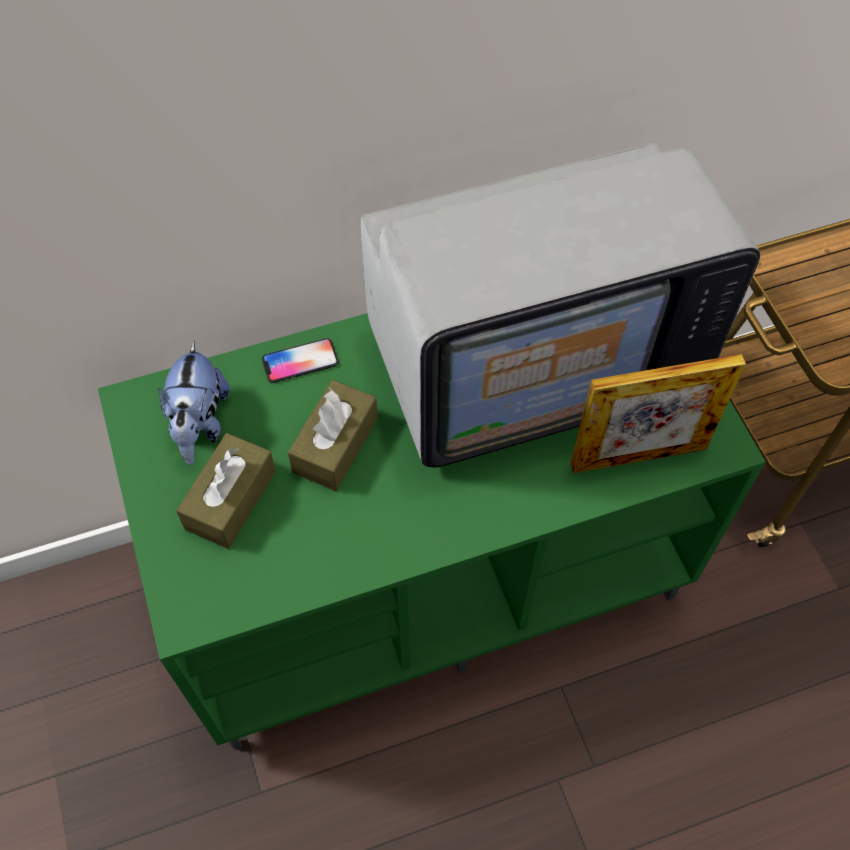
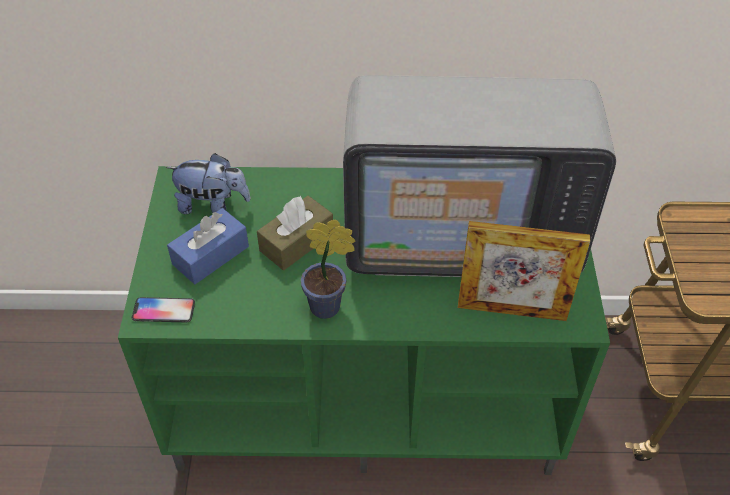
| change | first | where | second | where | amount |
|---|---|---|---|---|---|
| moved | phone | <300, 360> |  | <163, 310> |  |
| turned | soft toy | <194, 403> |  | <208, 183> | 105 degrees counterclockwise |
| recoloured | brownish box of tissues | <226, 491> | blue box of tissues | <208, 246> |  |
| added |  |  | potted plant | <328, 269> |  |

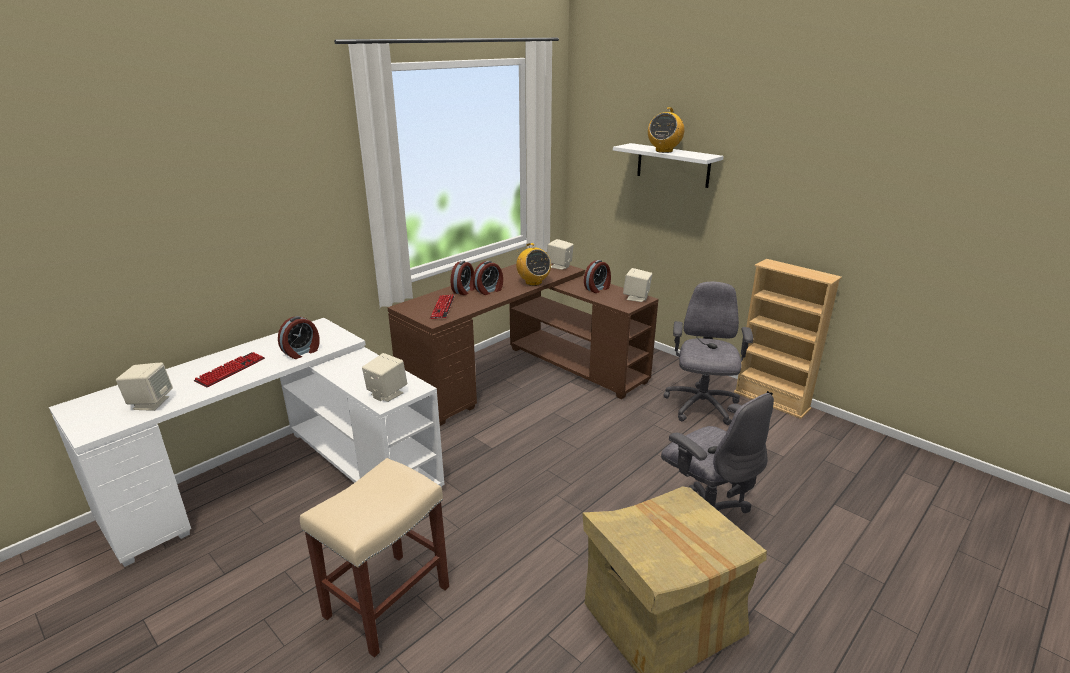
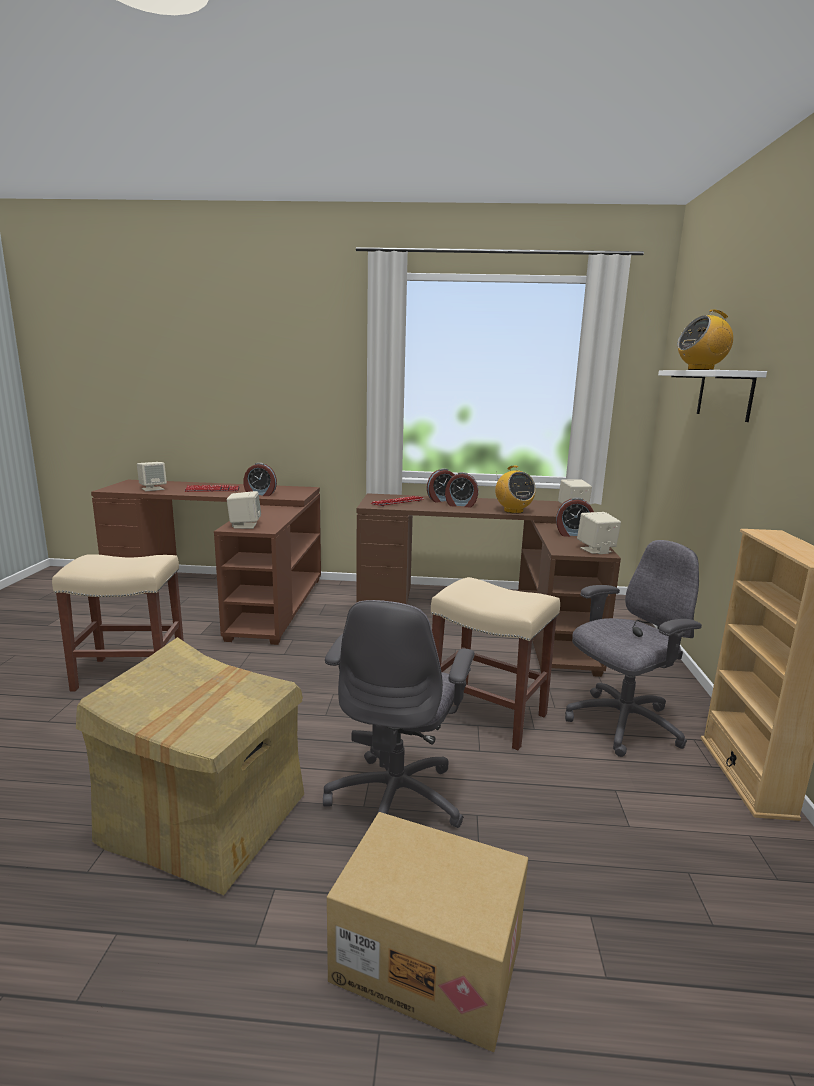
| change | first | where | second | where | amount |
|---|---|---|---|---|---|
| recoloured | white-coloured desk | <247, 442> | brownish desk | <206, 562> |  |
| added |  |  | cardboard box | <427, 932> |  |
| added |  |  | beige-coloured sitting stool | <495, 663> |  |
| turned | radio receiver | <533, 264> |  | <515, 490> | 45 degrees counterclockwise |

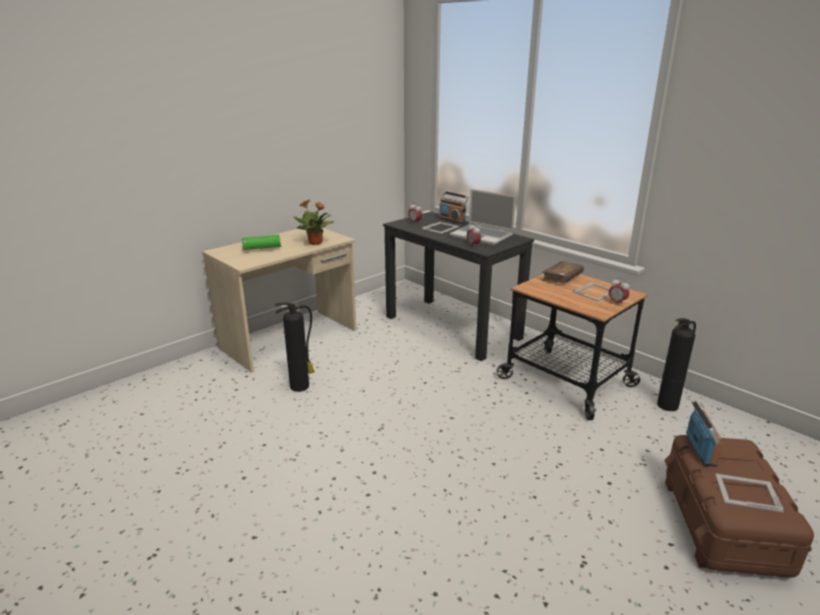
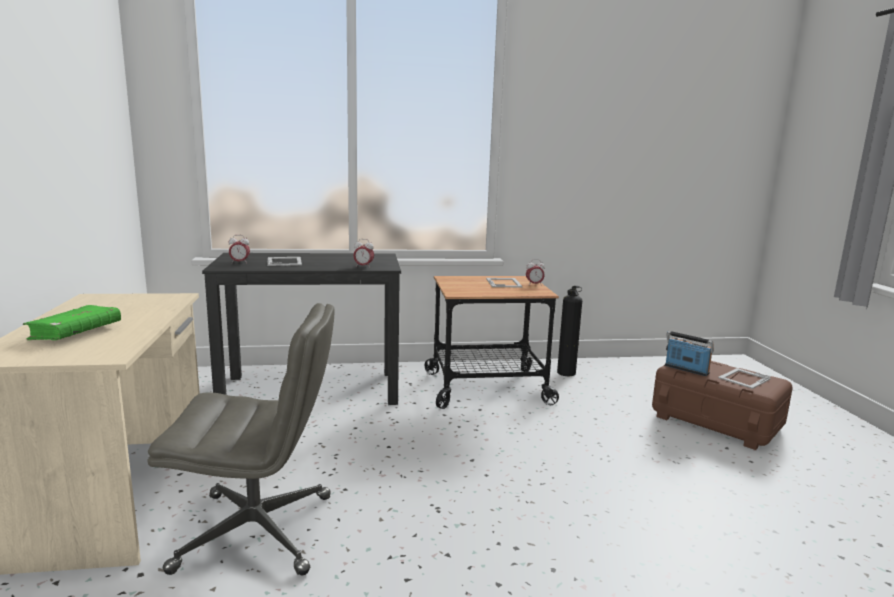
| change | first | where | second | where | amount |
|---|---|---|---|---|---|
| replaced | fire extinguisher | <294, 347> | grey computer chair | <241, 439> |  |
| removed | potted plant | <313, 222> |  |  |  |
| removed | radio receiver | <454, 207> |  |  |  |
| removed | portable computer | <483, 217> |  |  |  |
| removed | brownish bound book | <562, 272> |  |  |  |

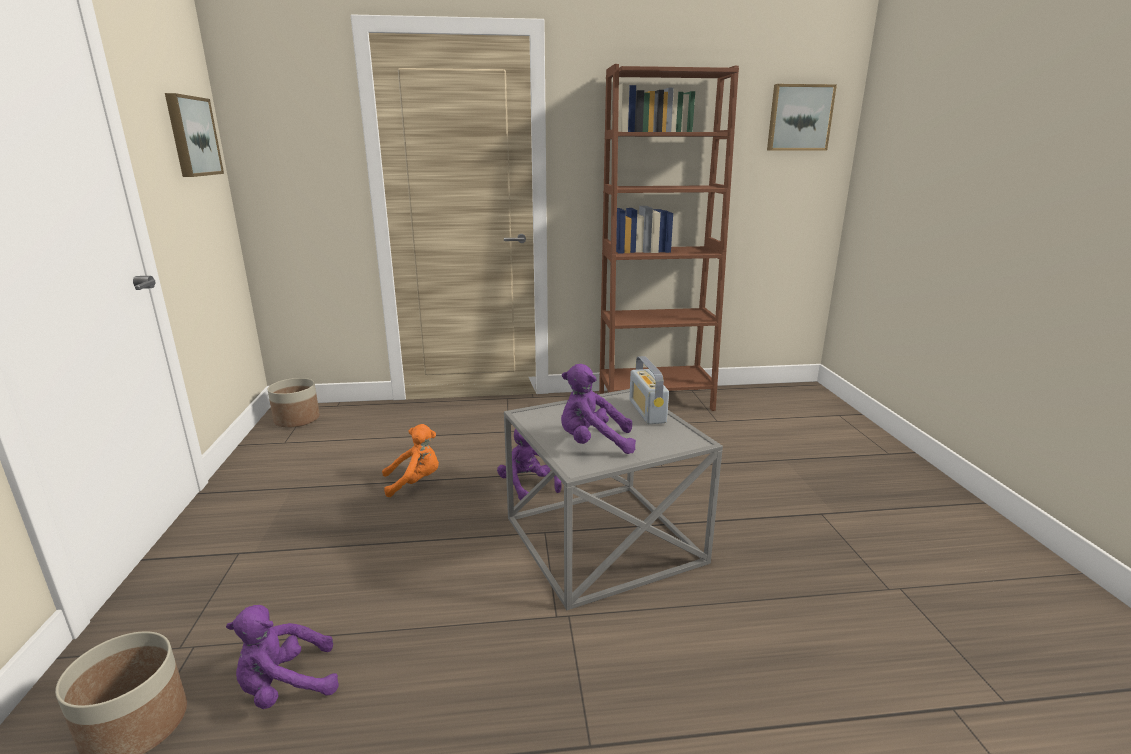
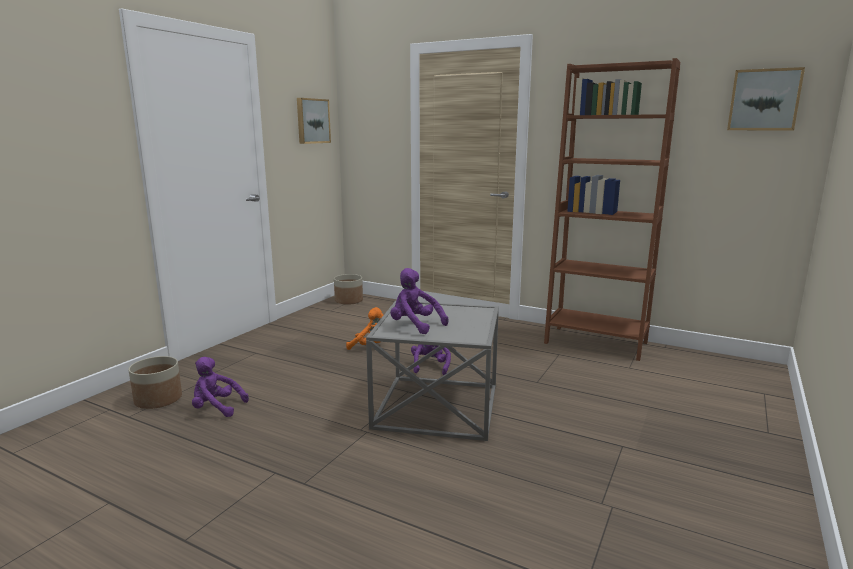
| change | first | where | second | where | amount |
|---|---|---|---|---|---|
| removed | radio receiver | <649, 390> |  |  |  |

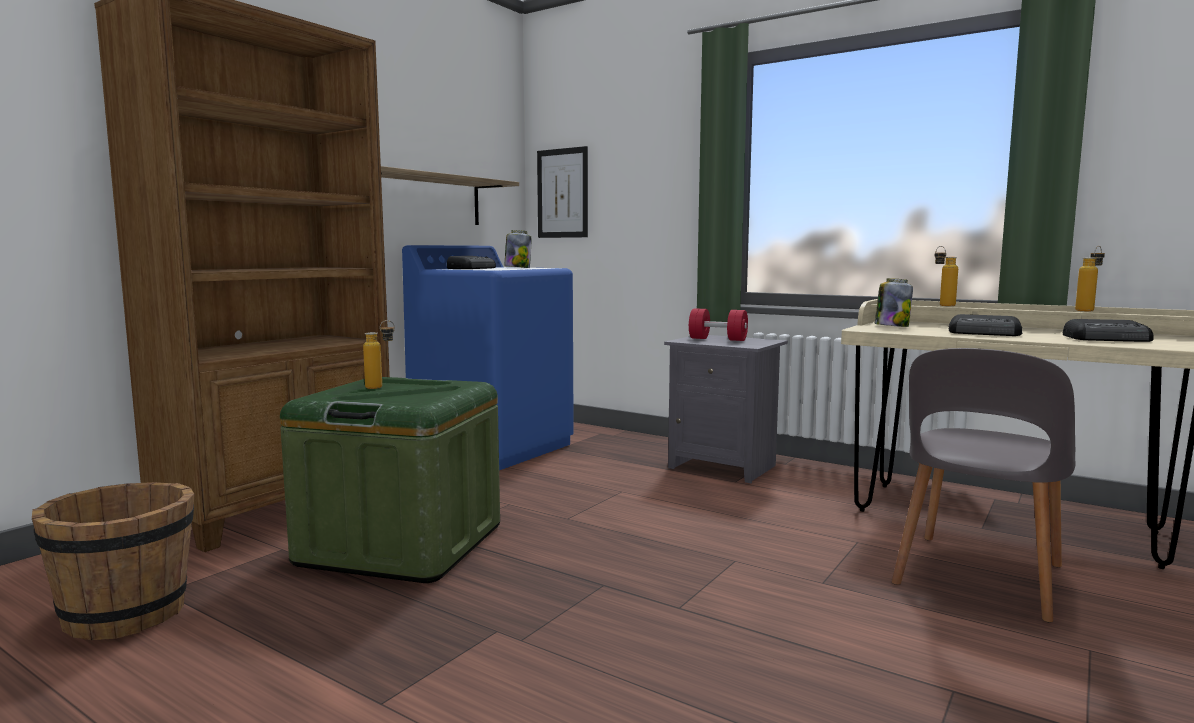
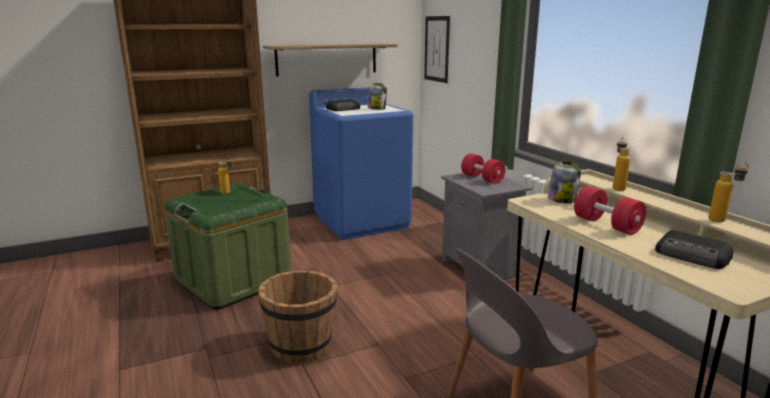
| change | first | where | second | where | amount |
|---|---|---|---|---|---|
| moved | brownish water bucket | <113, 561> |  | <297, 317> |  |
| replaced | radio receiver | <986, 325> | reddish hand weight | <610, 210> |  |

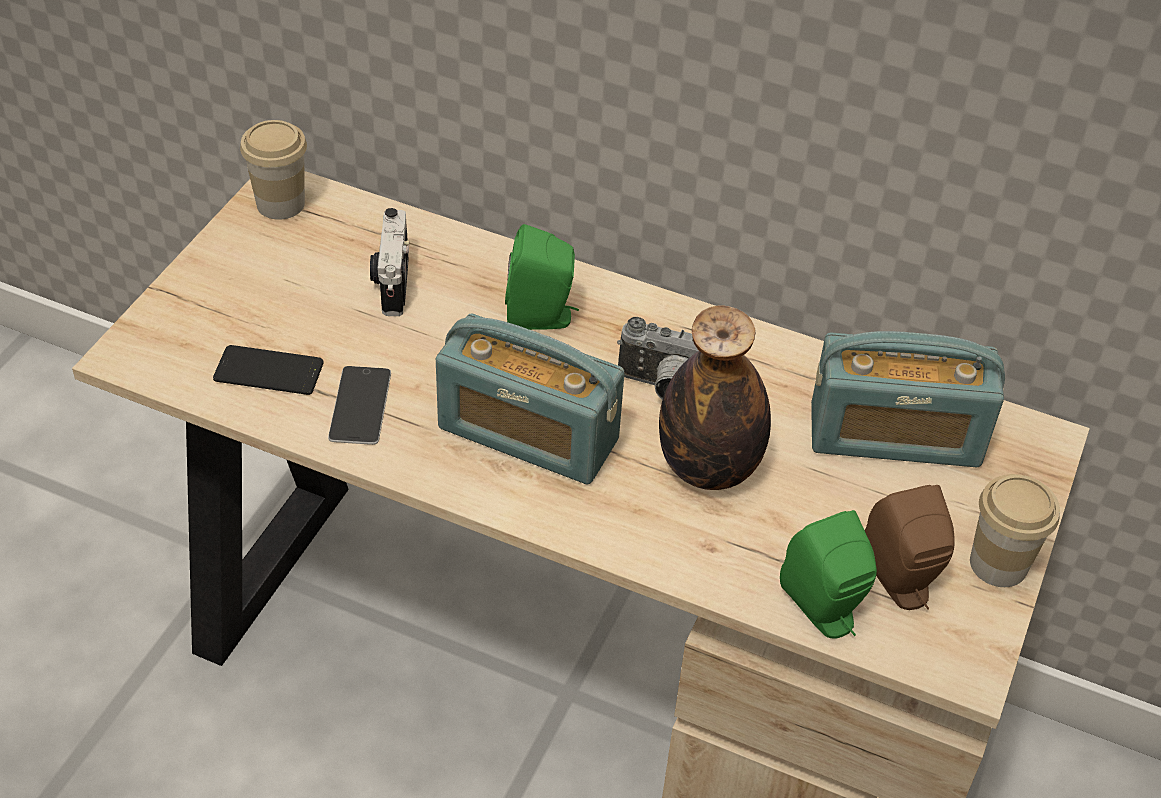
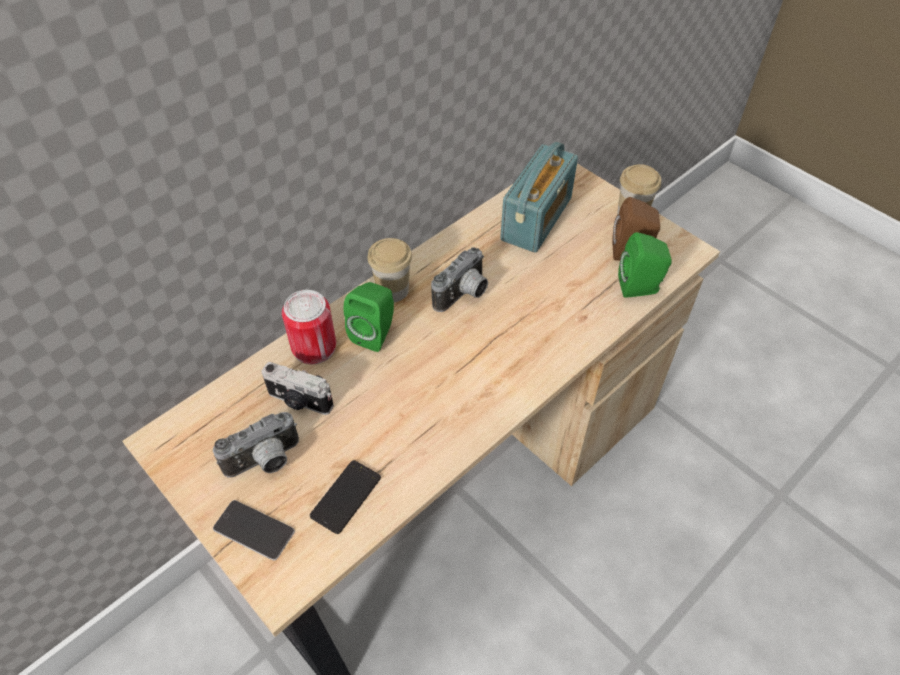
| change | first | where | second | where | amount |
|---|---|---|---|---|---|
| added |  |  | still camera | <256, 444> |  |
| moved | phone | <359, 405> |  | <254, 530> |  |
| added |  |  | can | <309, 327> |  |
| moved | drinking cup | <273, 170> |  | <390, 270> |  |
| removed | radio receiver | <530, 399> |  |  |  |
| removed | bottle | <715, 397> |  |  |  |

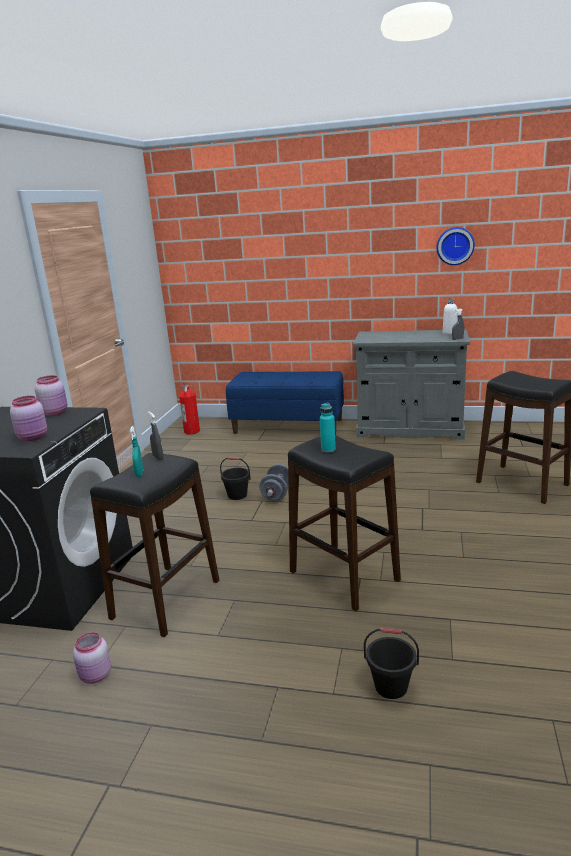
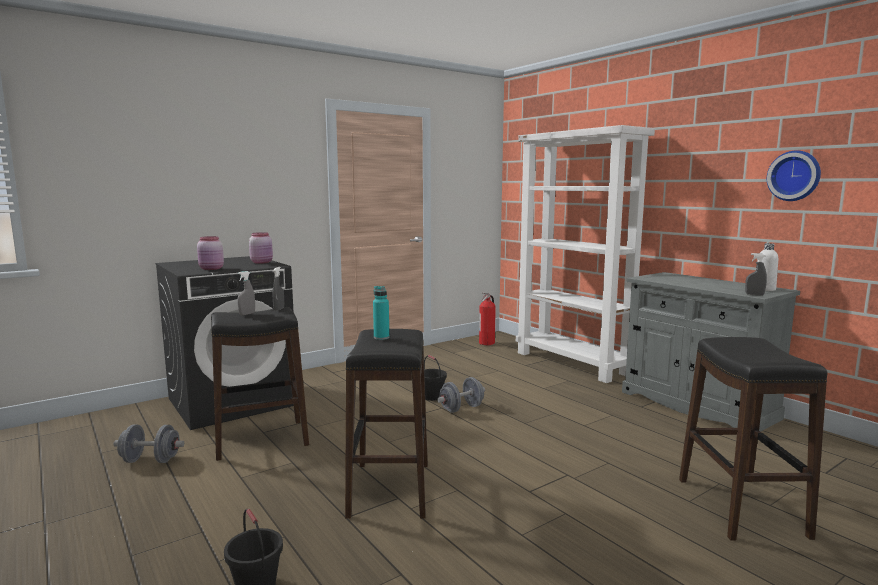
| change | first | where | second | where | amount |
|---|---|---|---|---|---|
| replaced | pink-coloured jar | <92, 658> | grey hand weight | <149, 443> |  |
| recoloured | turquoise hand sprayer | <136, 451> | grey hand sprayer | <246, 293> |  |
| replaced | blue bench | <285, 403> | white-coloured shelving unit | <585, 254> |  |

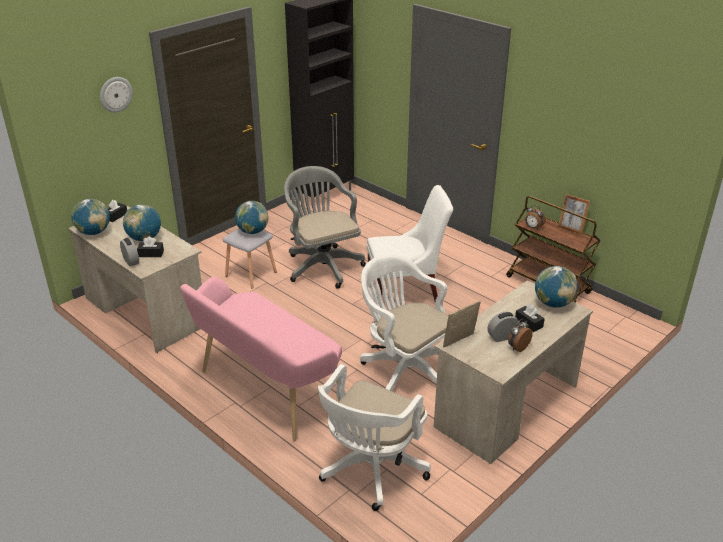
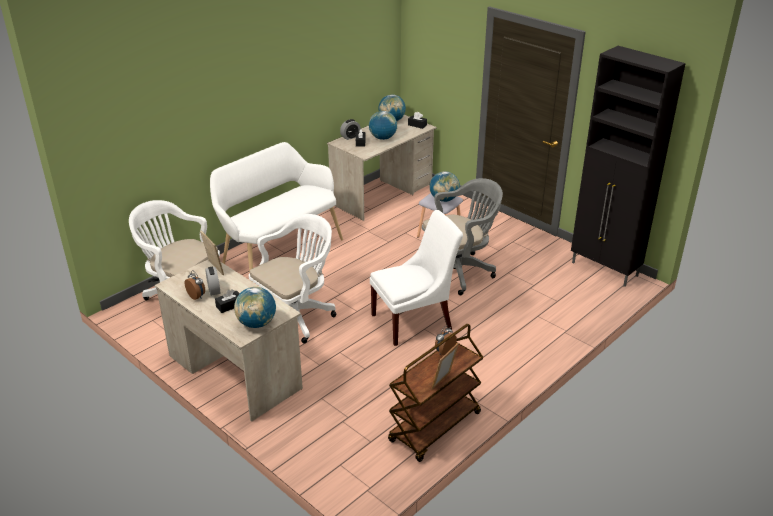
| change | first | where | second | where | amount |
|---|---|---|---|---|---|
| recoloured | pink-coloured bench | <261, 359> | white-coloured bench | <276, 211> |  |
| turned | white-coloured upright chair | <410, 243> |  | <416, 278> | 105 degrees counterclockwise |
| removed | hanging clock | <116, 95> |  |  |  |

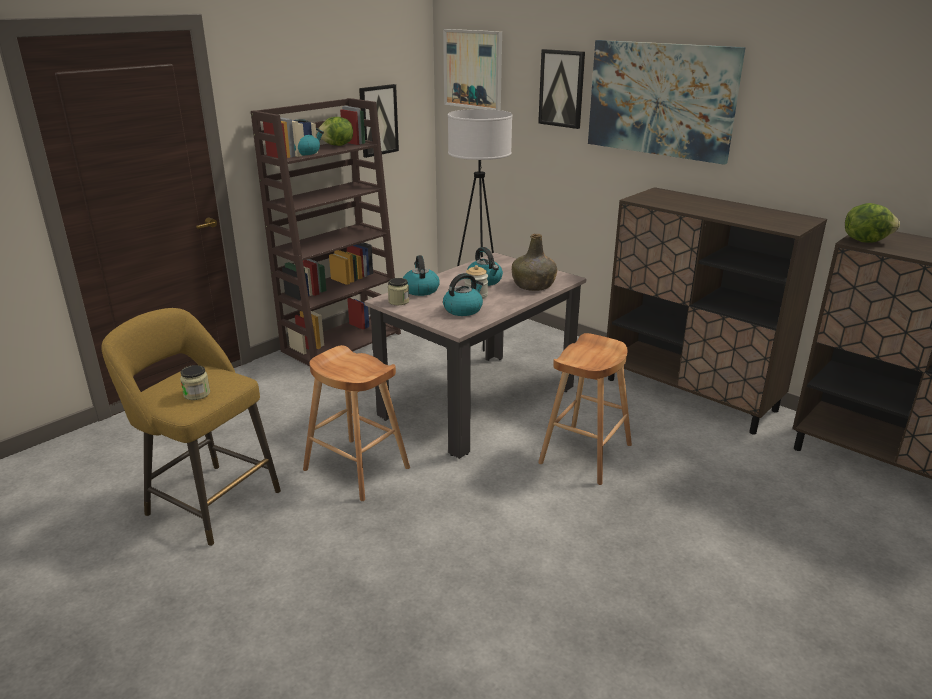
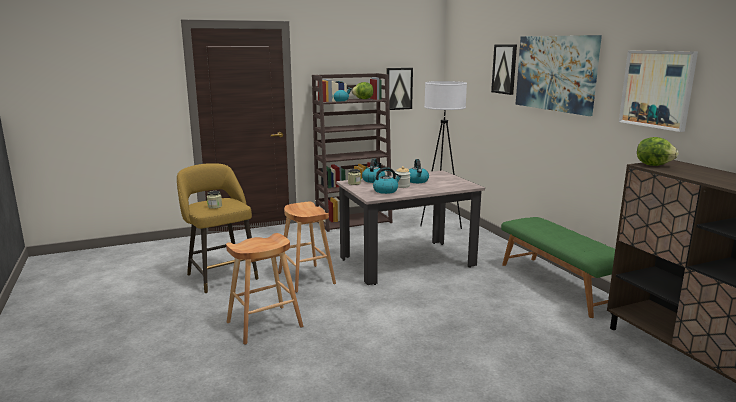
| change | first | where | second | where | amount |
|---|---|---|---|---|---|
| moved | brownish sitting stool | <585, 409> |  | <264, 289> |  |
| replaced | brownish storage cabinet | <717, 311> | green bench | <558, 267> |  |
| moved | picture | <472, 69> |  | <658, 91> |  |
| removed | green bottle | <534, 262> |  |  |  |

